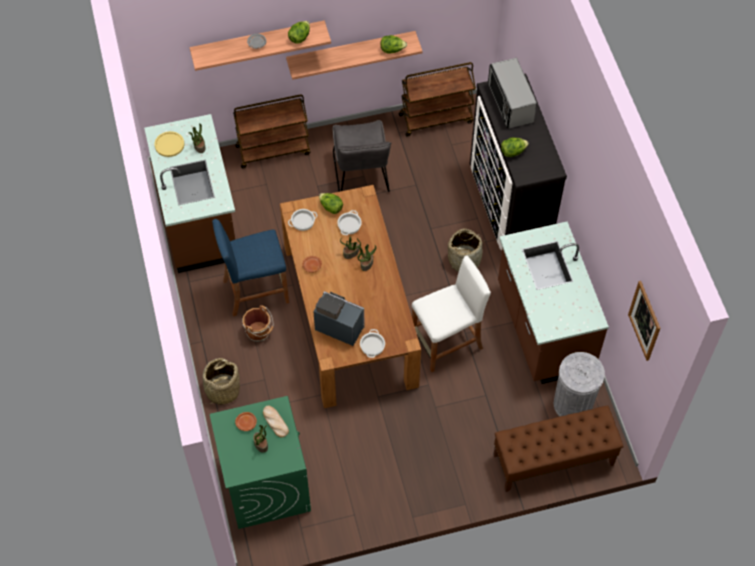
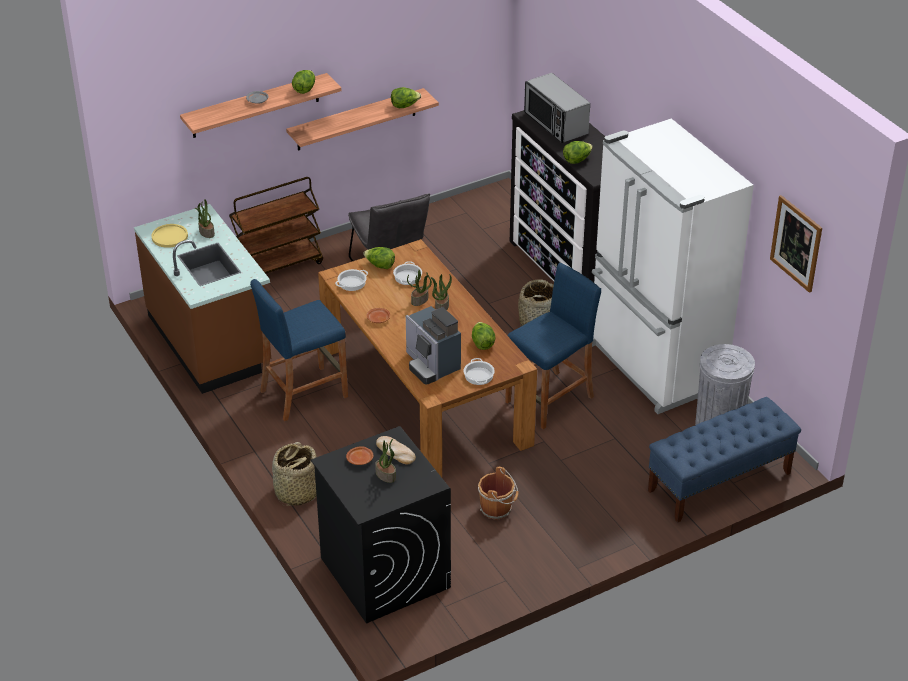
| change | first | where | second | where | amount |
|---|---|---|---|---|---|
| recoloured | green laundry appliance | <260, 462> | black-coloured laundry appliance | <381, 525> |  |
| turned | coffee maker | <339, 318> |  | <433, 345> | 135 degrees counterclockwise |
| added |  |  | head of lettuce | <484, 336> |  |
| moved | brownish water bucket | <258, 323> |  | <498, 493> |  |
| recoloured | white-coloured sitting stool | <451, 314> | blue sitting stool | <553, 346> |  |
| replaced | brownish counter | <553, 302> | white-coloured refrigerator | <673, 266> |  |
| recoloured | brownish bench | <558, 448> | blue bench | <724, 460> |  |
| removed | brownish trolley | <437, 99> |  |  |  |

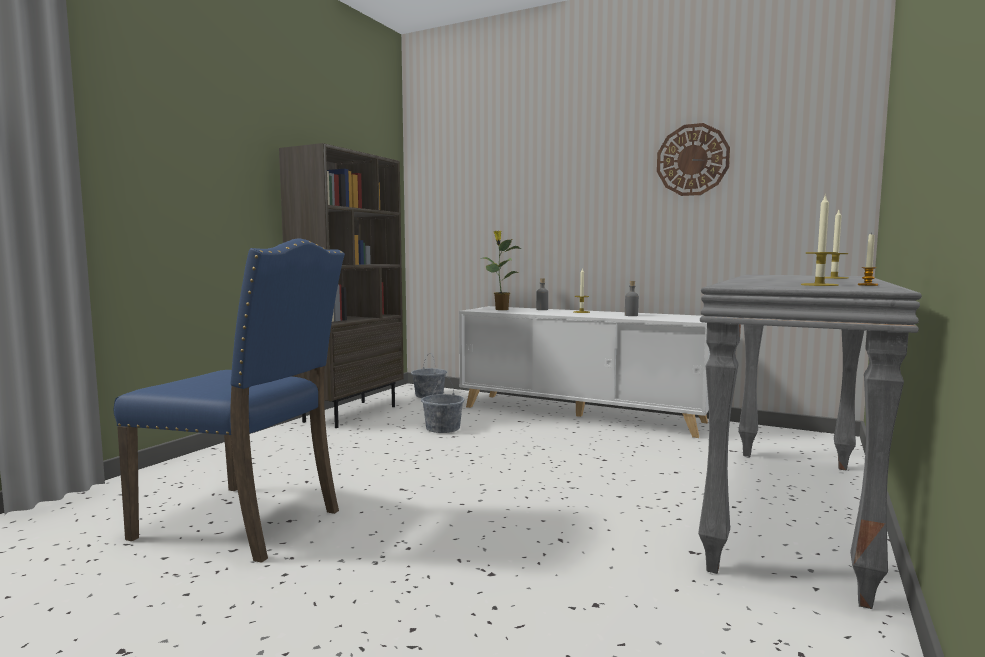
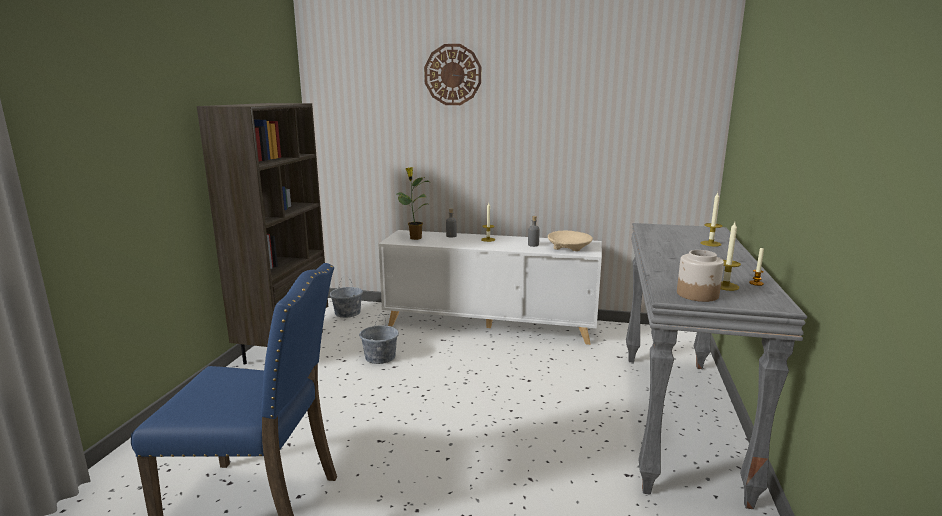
| change | first | where | second | where | amount |
|---|---|---|---|---|---|
| moved | hanging clock | <693, 159> |  | <452, 74> |  |
| added |  |  | beige-coloured bowl | <570, 241> |  |
| added |  |  | jar | <700, 276> |  |

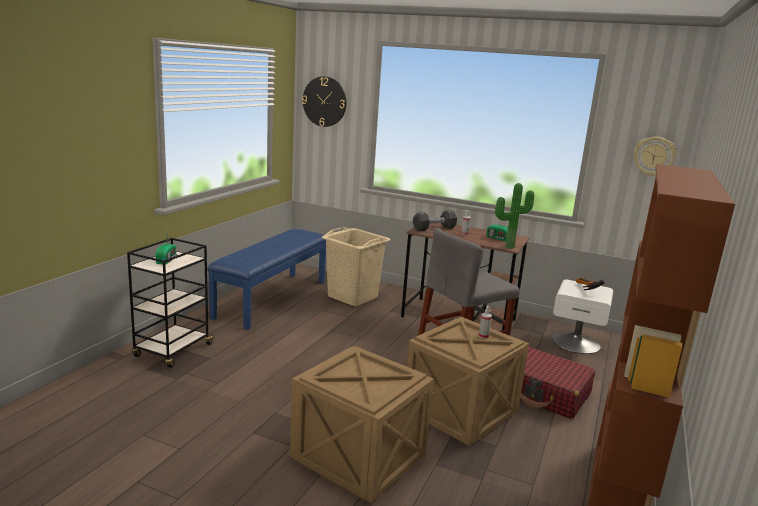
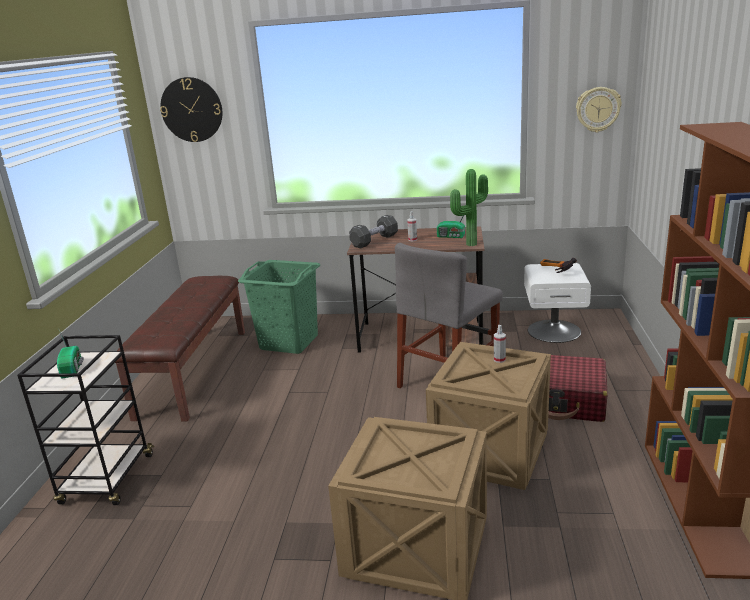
| change | first | where | second | where | amount |
|---|---|---|---|---|---|
| recoloured | blue bench | <266, 279> | brownish bench | <180, 348> |  |
| recoloured | beige-coloured washing basket | <356, 266> | green washing basket | <279, 307> |  |

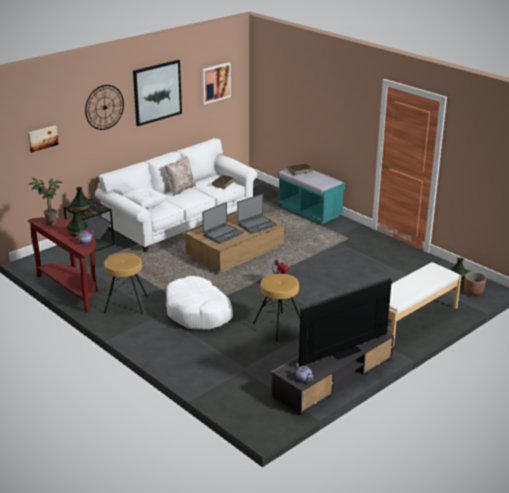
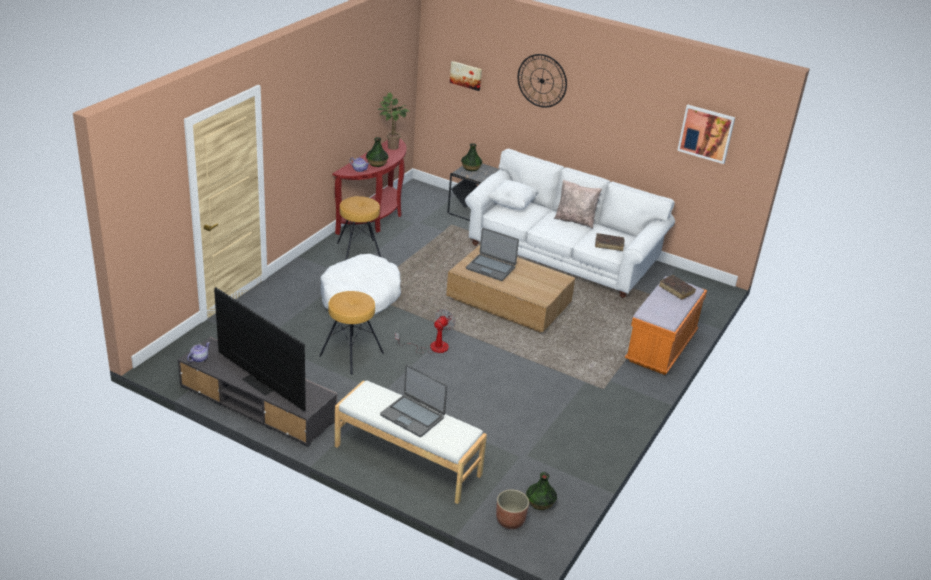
| change | first | where | second | where | amount |
|---|---|---|---|---|---|
| moved | portable computer | <257, 214> |  | <413, 400> |  |
| recoloured | turquoise bench | <311, 196> | orangey bench | <666, 325> |  |
| removed | picture | <157, 93> |  |  |  |

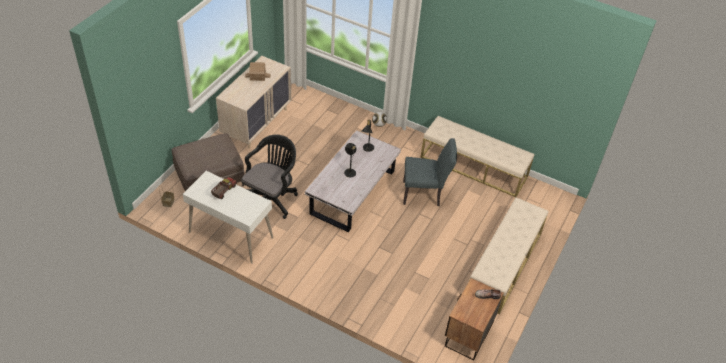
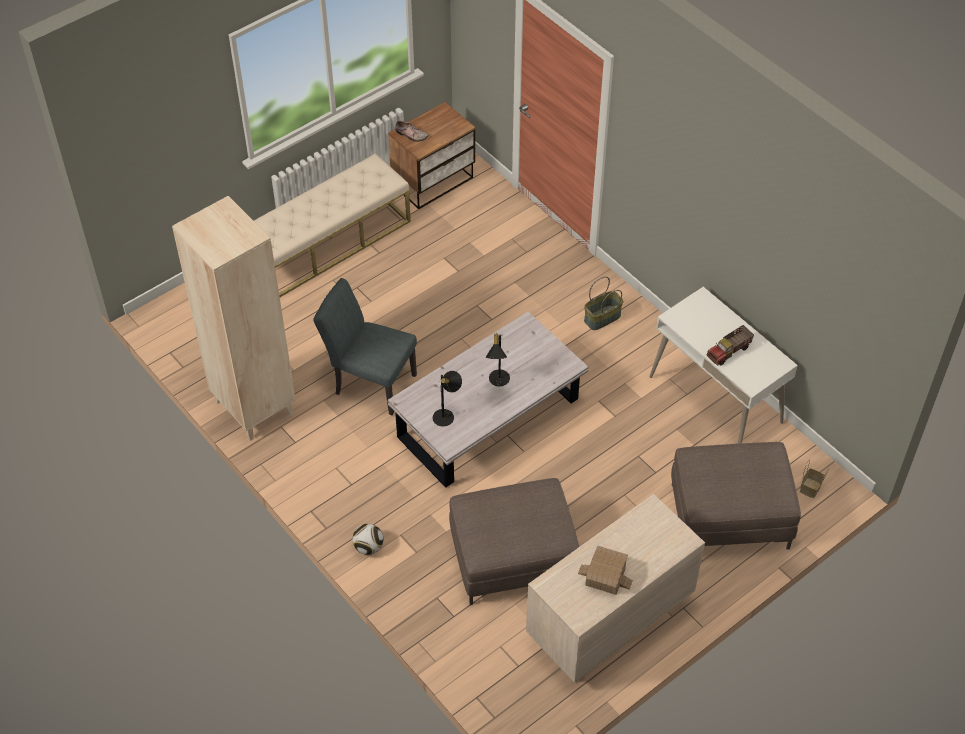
| change | first | where | second | where | amount |
|---|---|---|---|---|---|
| replaced | beige-coloured bench | <477, 156> | beige-coloured shelving unit | <234, 318> |  |
| added |  |  | brownish pouffe | <514, 541> |  |
| added |  |  | storage basket | <603, 303> |  |
| removed | black-coloured computer chair | <269, 177> |  |  |  |

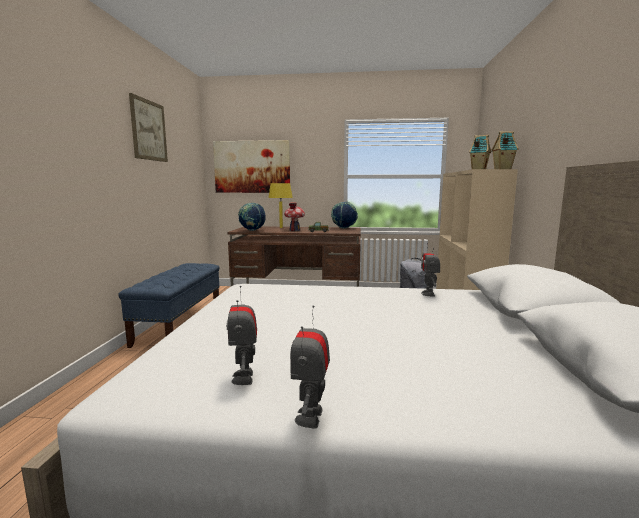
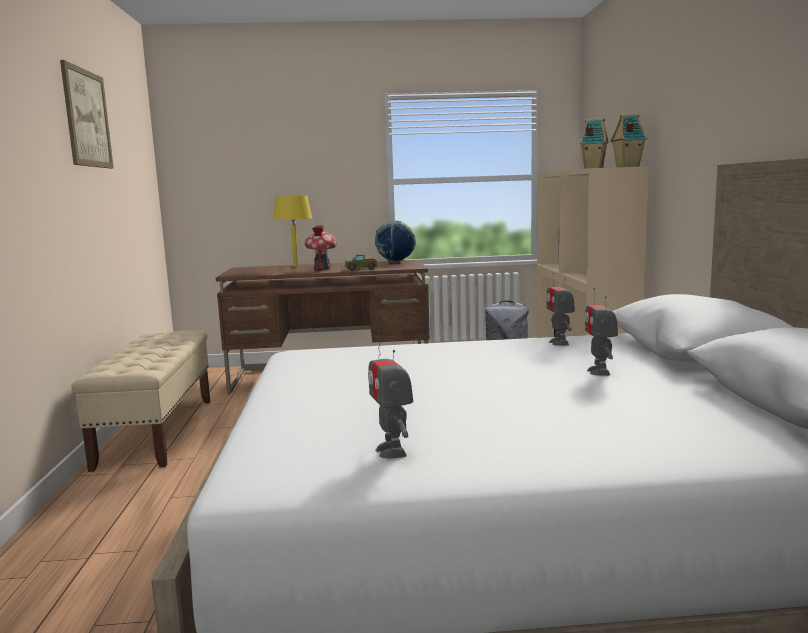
| change | first | where | second | where | amount |
|---|---|---|---|---|---|
| recoloured | blue bench | <169, 305> | beige-coloured bench | <140, 401> |  |
| moved | toy robot | <310, 367> |  | <601, 332> |  |
| removed | picture | <251, 166> |  |  |  |
| removed | desk globe | <252, 216> |  |  |  |

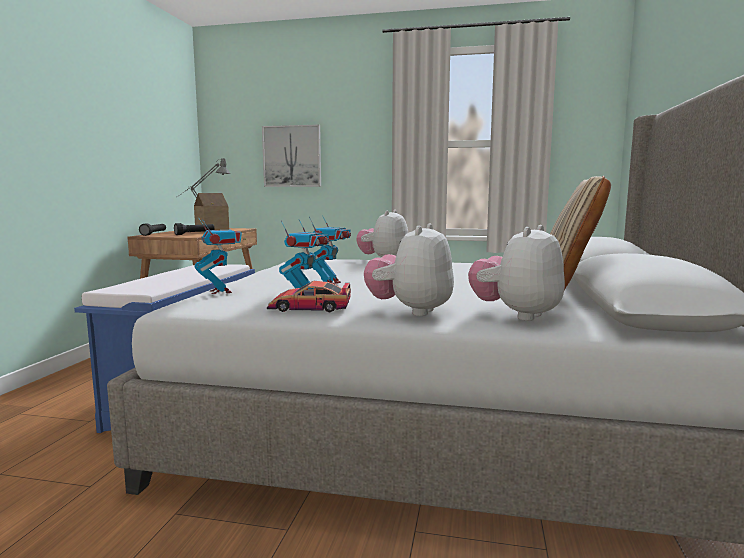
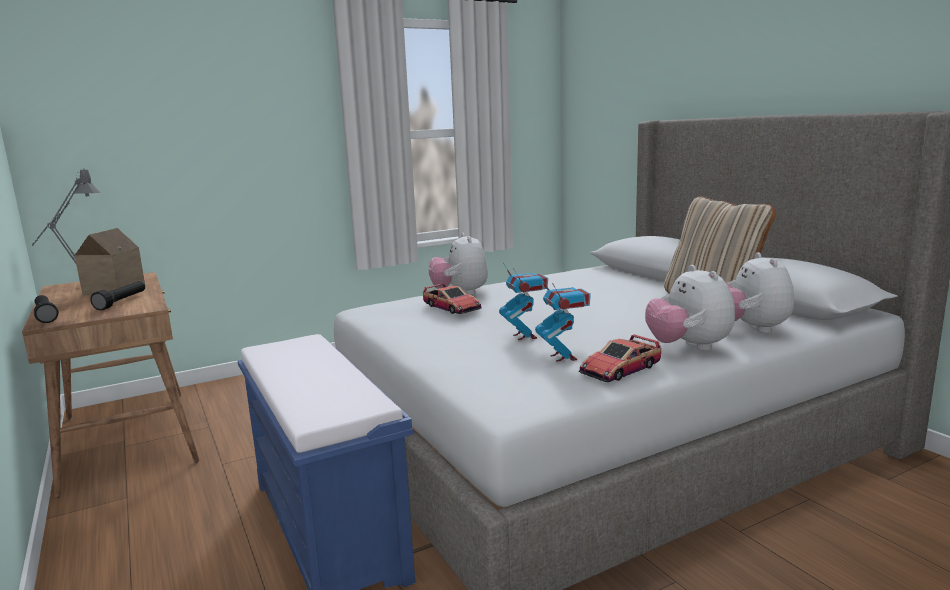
| change | first | where | second | where | amount |
|---|---|---|---|---|---|
| added |  |  | model car | <452, 298> |  |
| removed | toy robot | <218, 255> |  |  |  |
| removed | picture | <291, 156> |  |  |  |

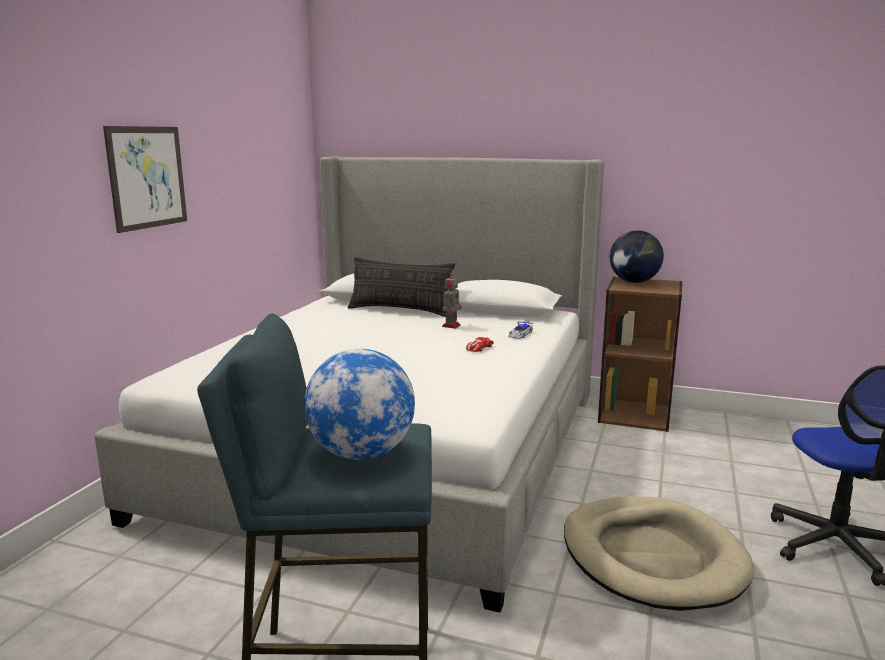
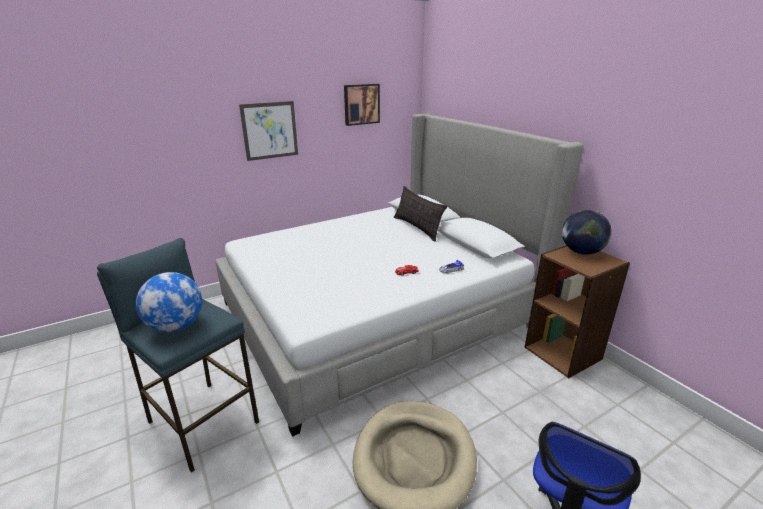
| change | first | where | second | where | amount |
|---|---|---|---|---|---|
| added |  |  | picture | <362, 105> |  |
| removed | toy robot | <452, 302> |  |  |  |

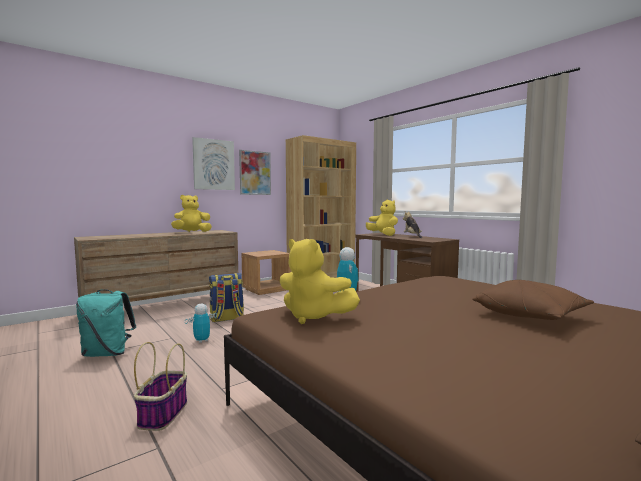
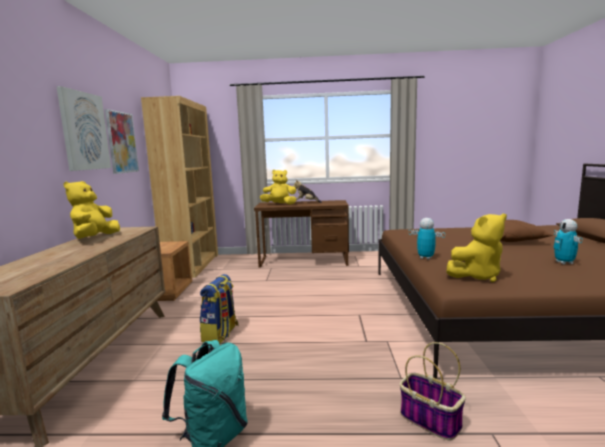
| change | first | where | second | where | amount |
|---|---|---|---|---|---|
| moved | toy robot | <201, 323> |  | <568, 241> |  |

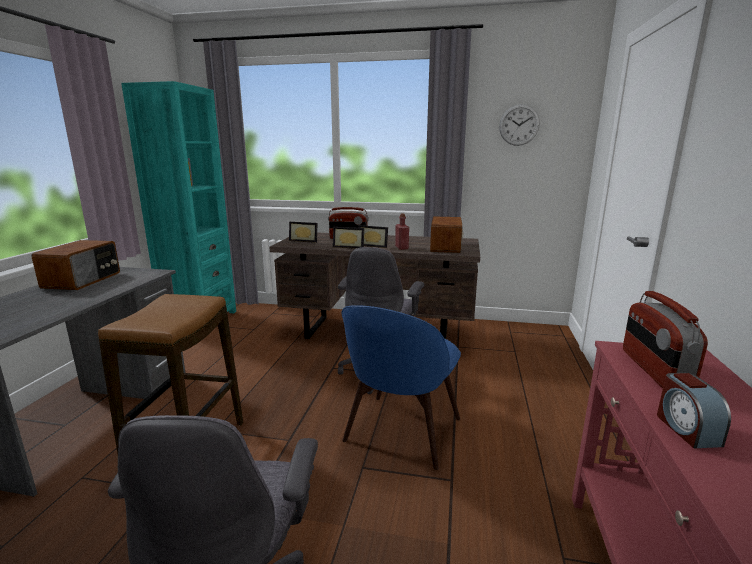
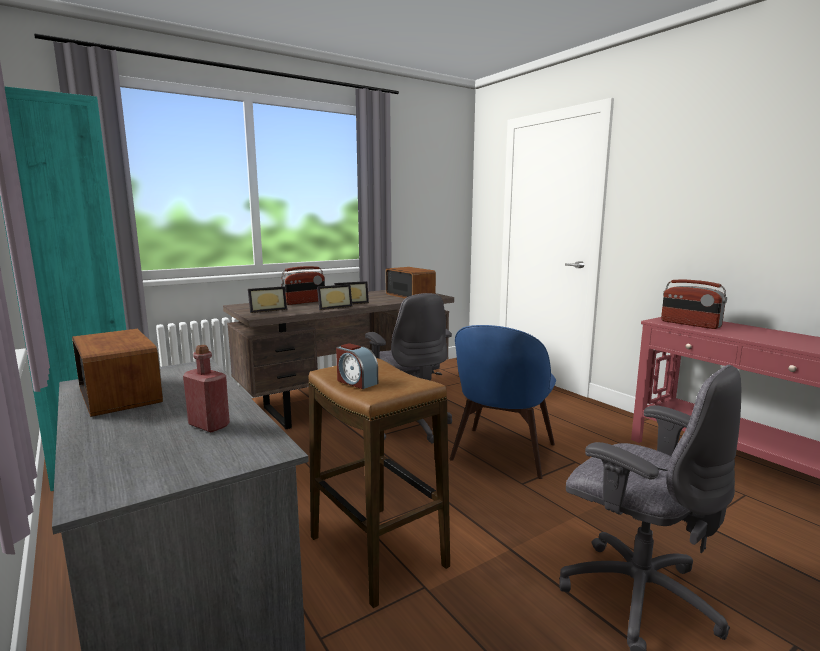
| change | first | where | second | where | amount |
|---|---|---|---|---|---|
| moved | reddish bottle | <402, 231> |  | <206, 388> |  |
| moved | table clock | <694, 410> |  | <357, 366> |  |
| turned | blue upright chair | <401, 387> |  | <502, 402> | 45 degrees clockwise |
| removed | hanging clock | <519, 125> |  |  |  |

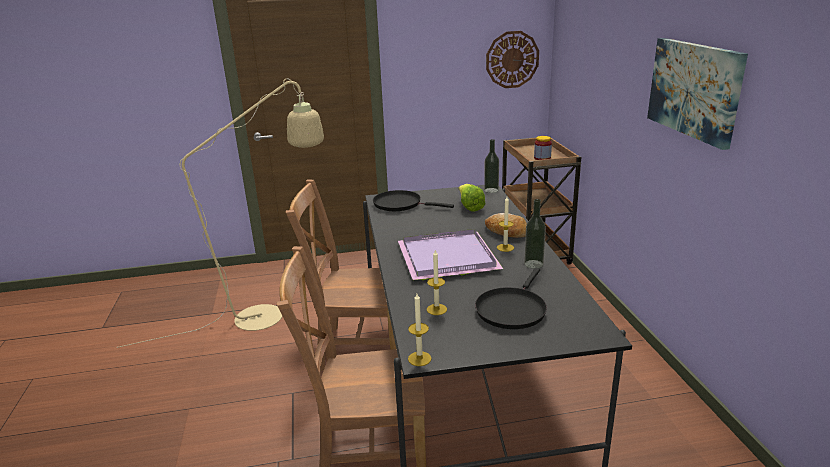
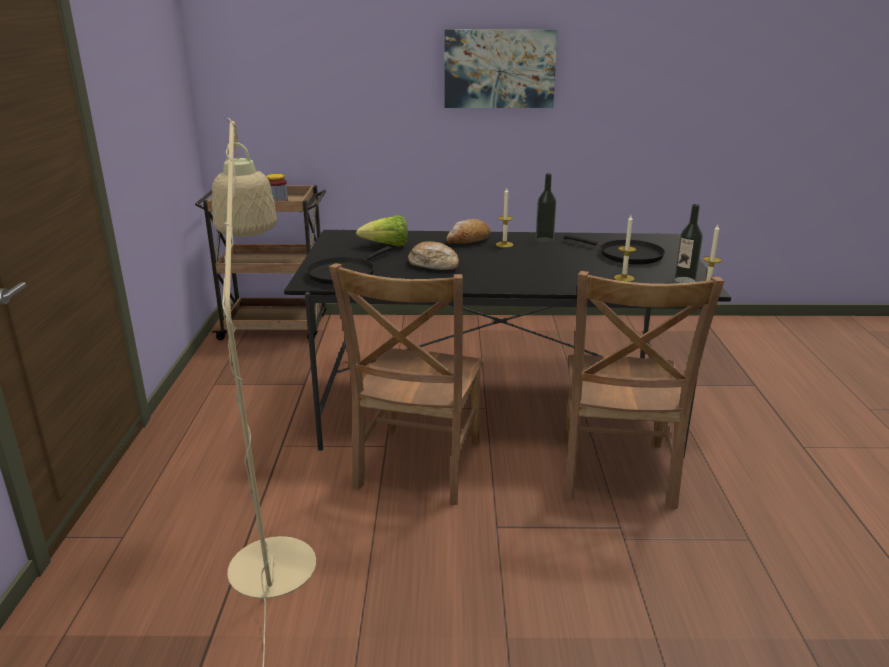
| change | first | where | second | where | amount |
|---|---|---|---|---|---|
| added |  |  | bakery bread | <433, 255> |  |
| moved | bottle | <491, 166> |  | <688, 243> |  |
| removed | purple carrying tray | <450, 254> |  |  |  |
| removed | hanging clock | <512, 59> |  |  |  |

